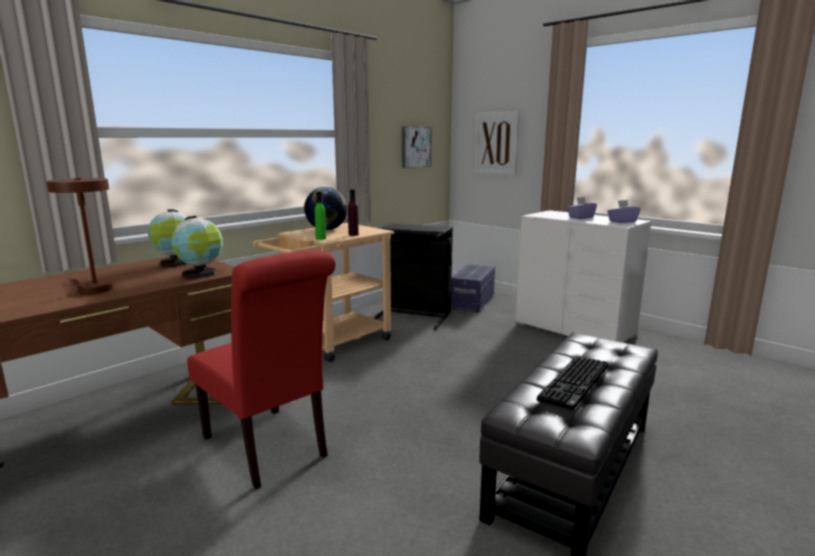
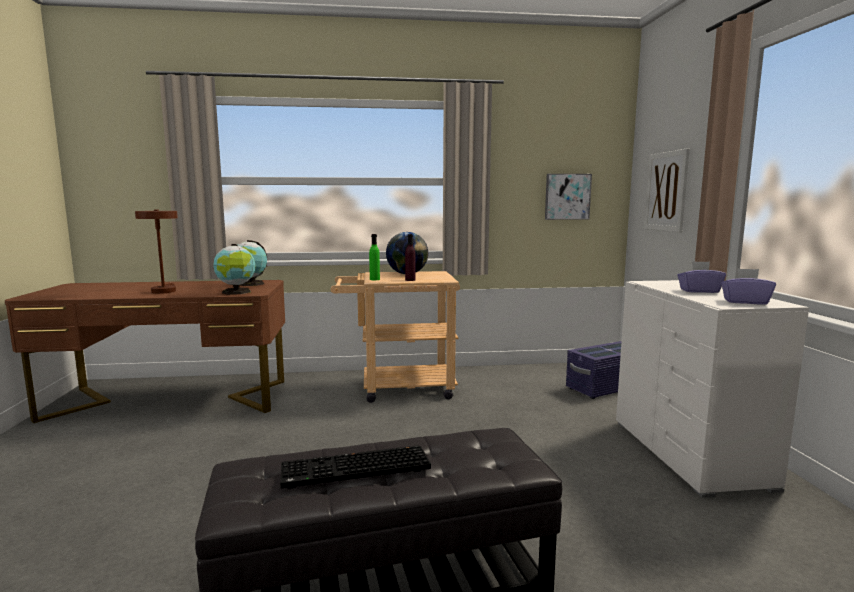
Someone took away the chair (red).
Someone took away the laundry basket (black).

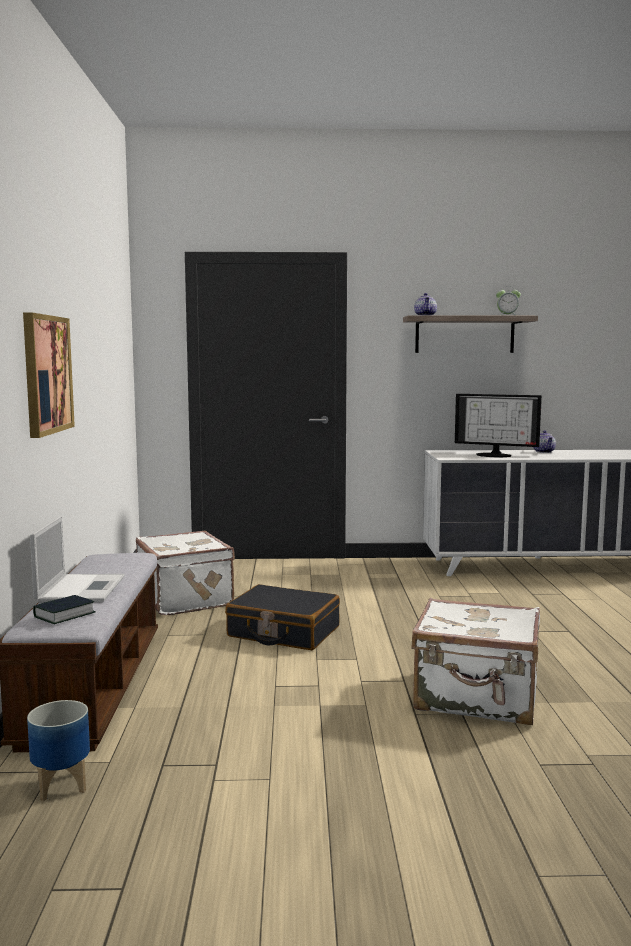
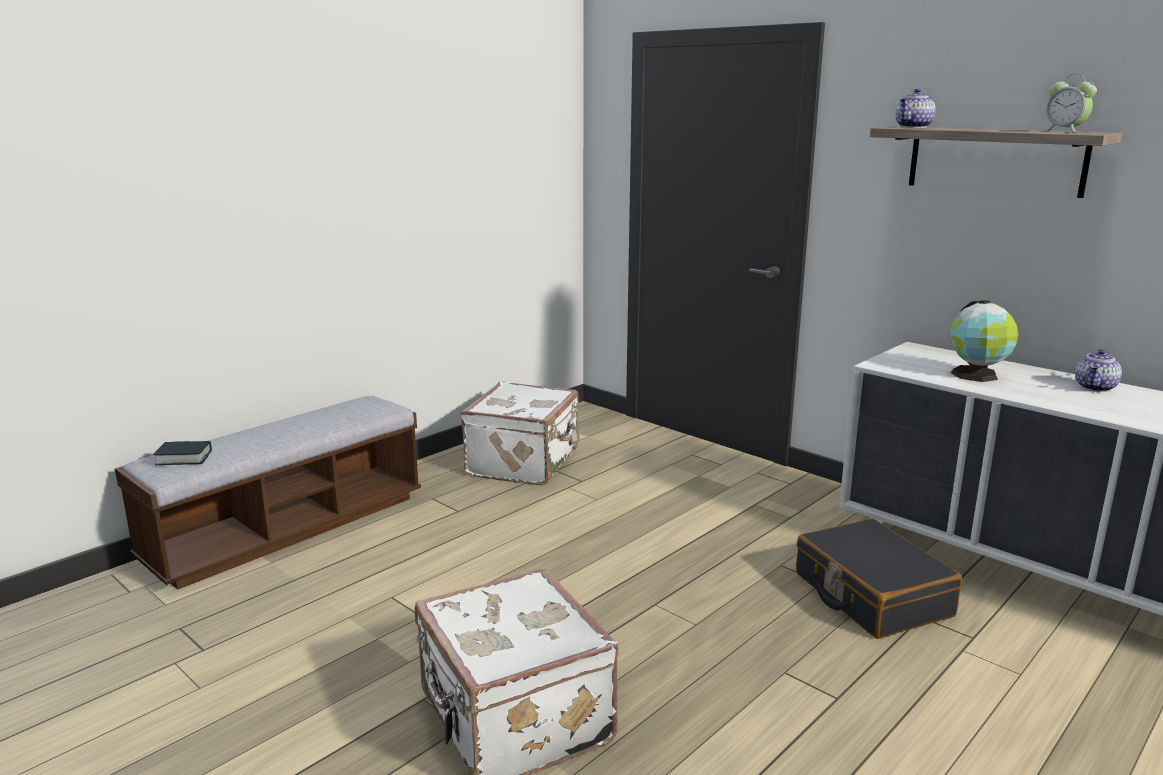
Someone took away the picture.
Someone took away the planter.
Someone took away the laptop.
Someone carried the suitcase (black).
Someone swapped the monitor for the globe.

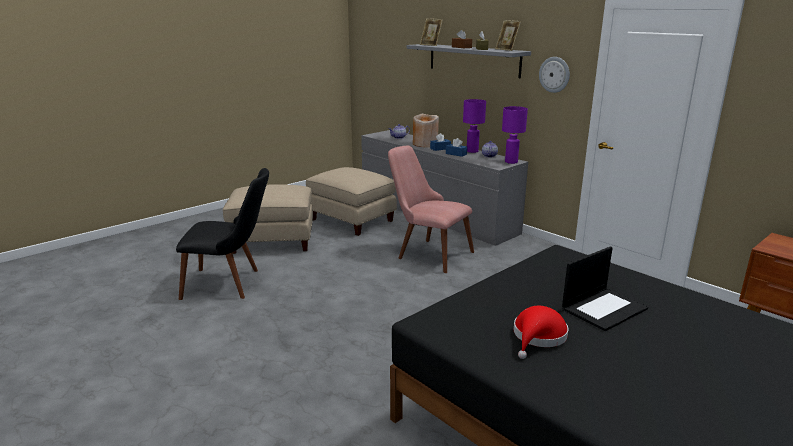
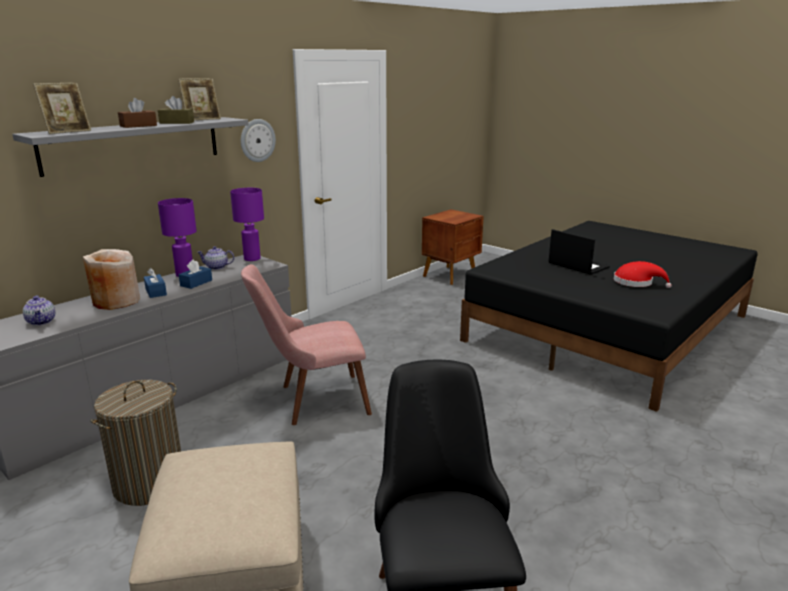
Someone swapped the ottoman (beige) (no. 2 from left) for the laundry basket.
Someone rotated the chair (pink) by 45 degrees clockwise.

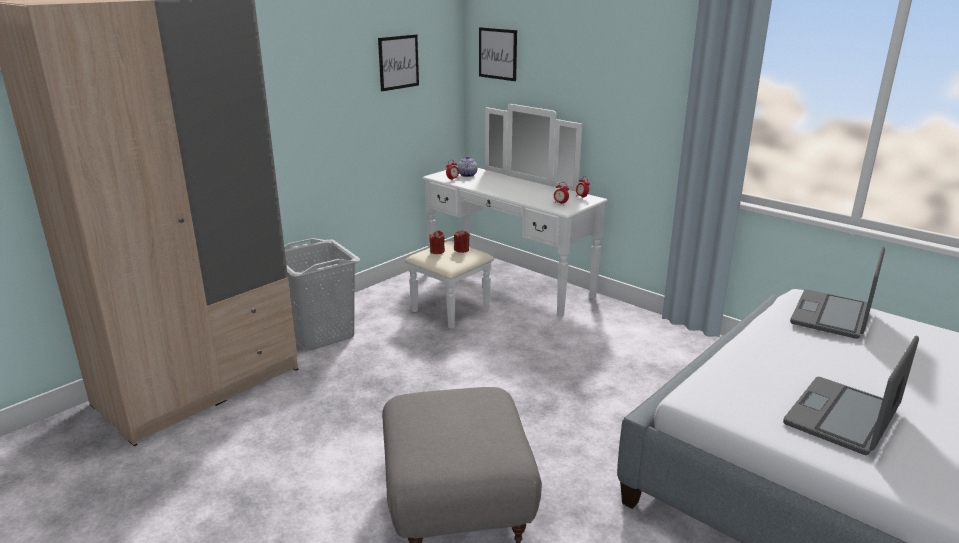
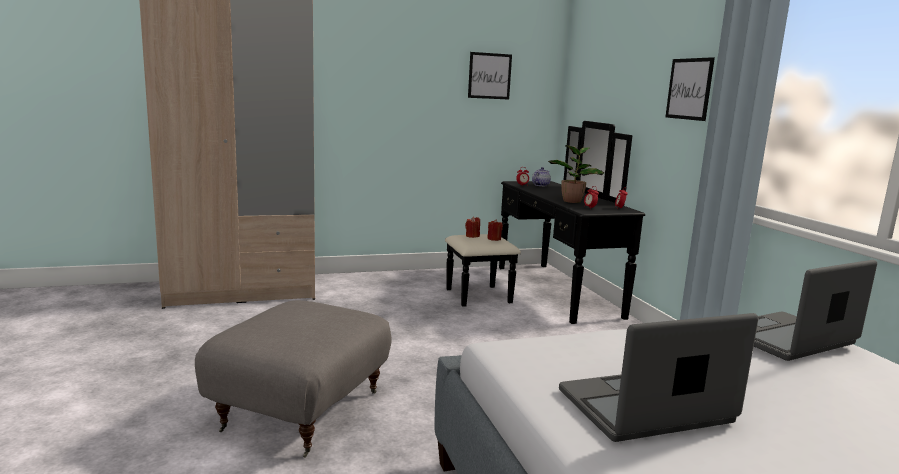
Someone took away the laundry basket (grey).
Someone put down the potted plant.
Someone carried the picture (no. 2 from left).
Someone repainted the dresser (white), which became the dresser (black).

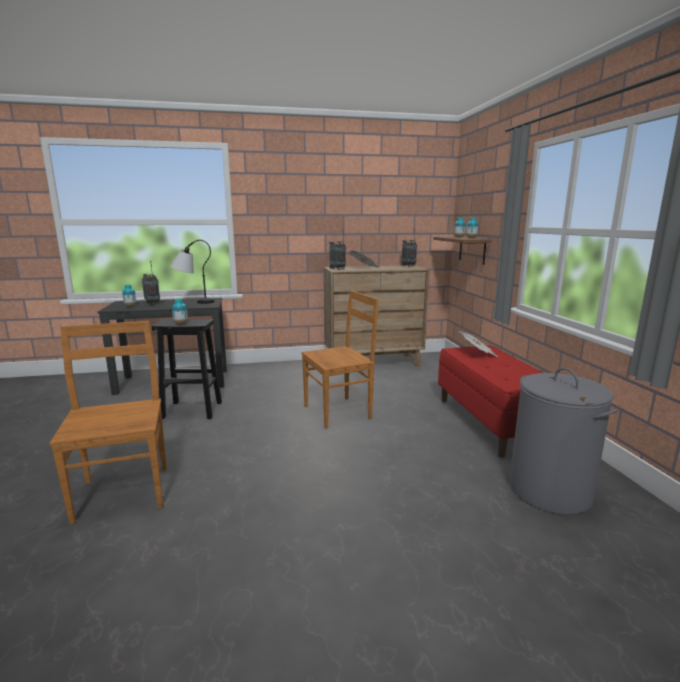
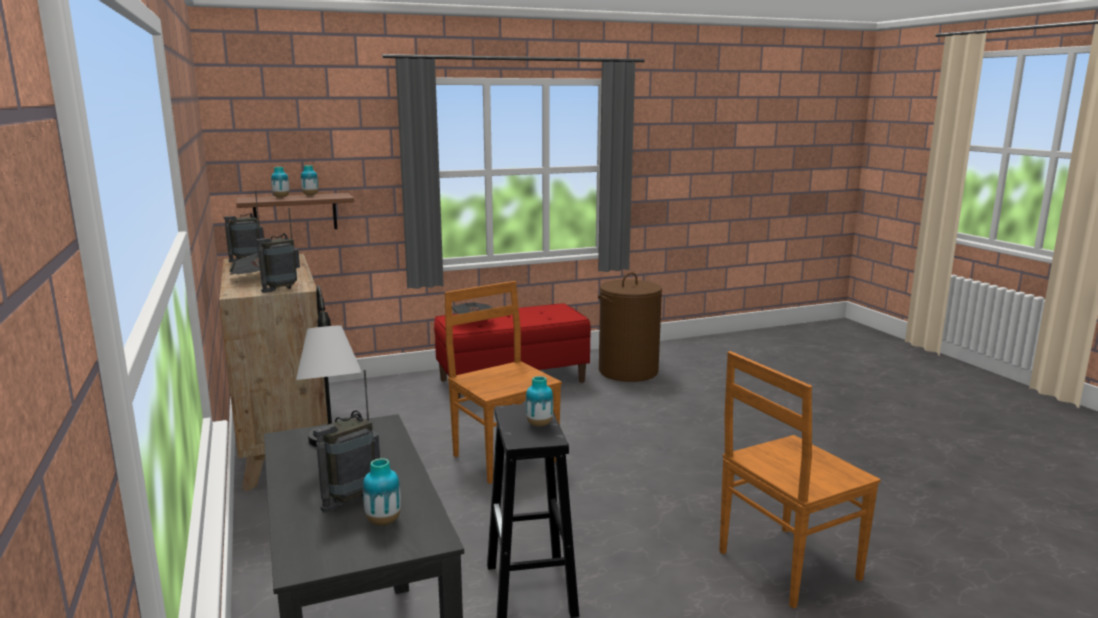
Someone repainted the laundry basket (grey), which became the laundry basket (brown).

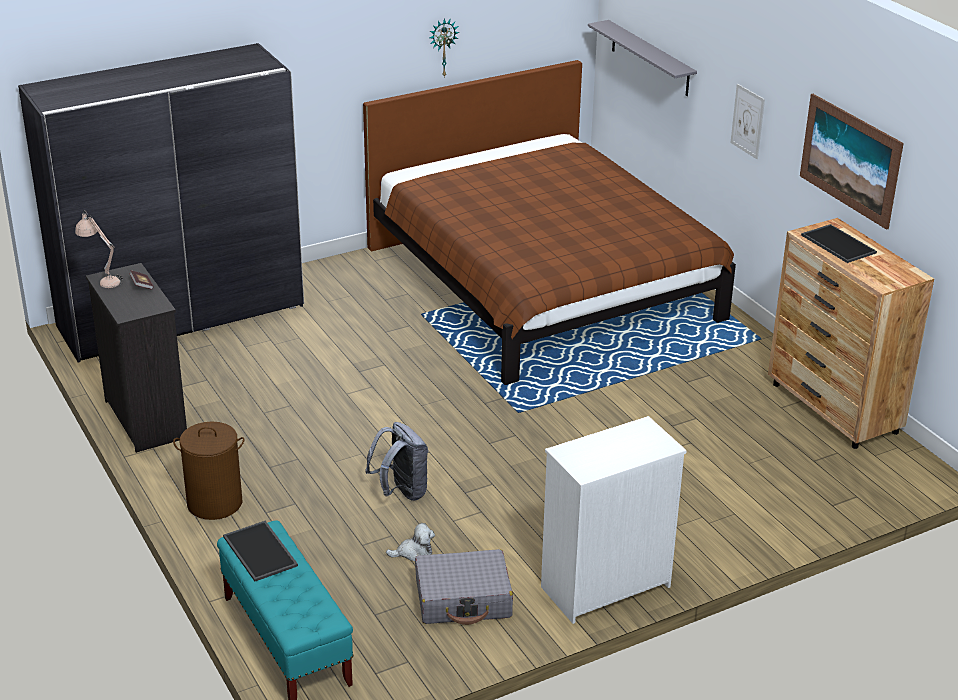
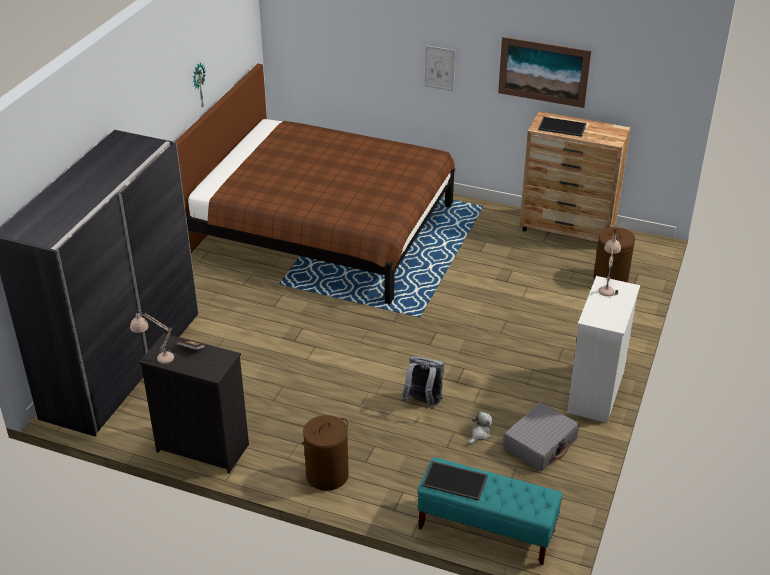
Someone took away the shelf (grey).
Someone put down the laundry basket (brown) (no. 2 from left).
Someone put down the table lamp (beige) (no. 2 from left).

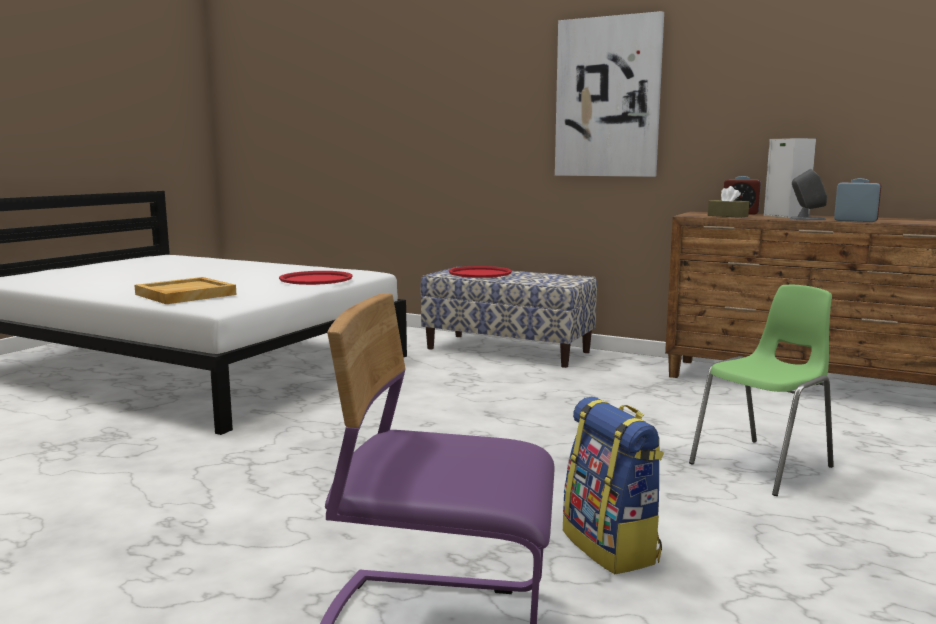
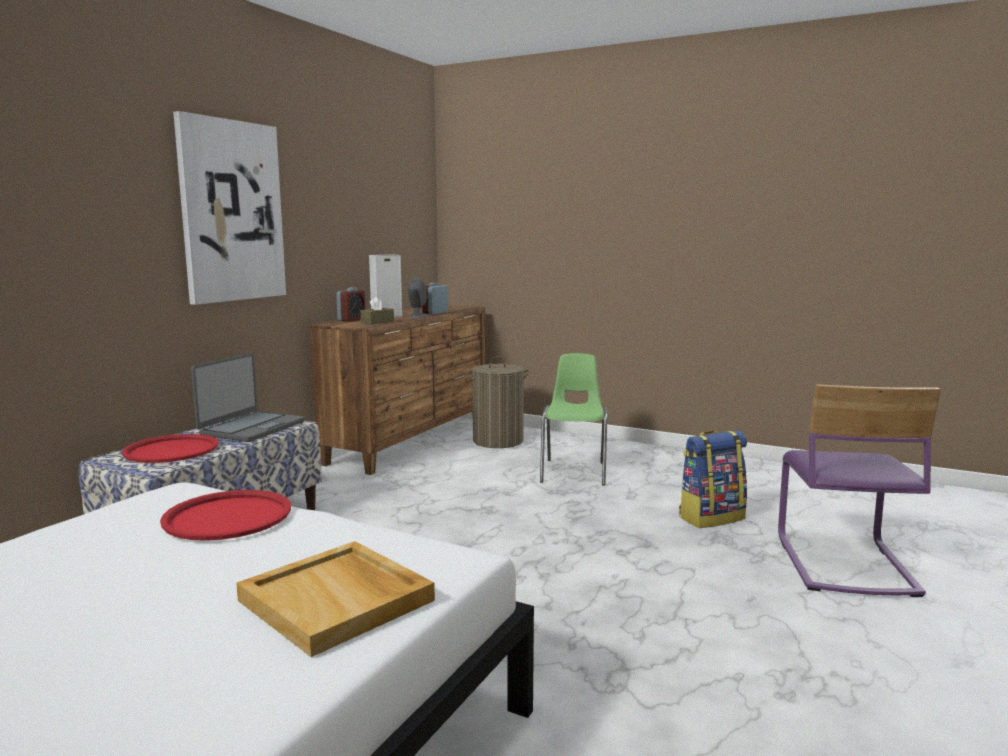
Someone put down the laptop.
Someone put down the laundry basket.
Someone rotated the chair (green) by 45 degrees clockwise.

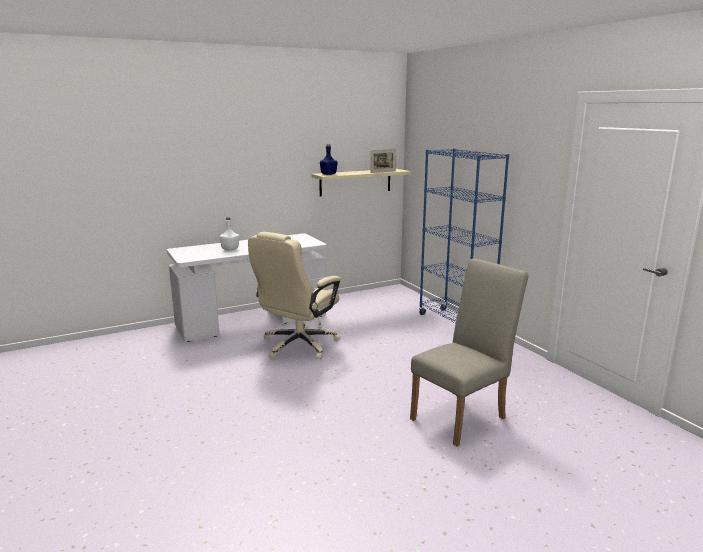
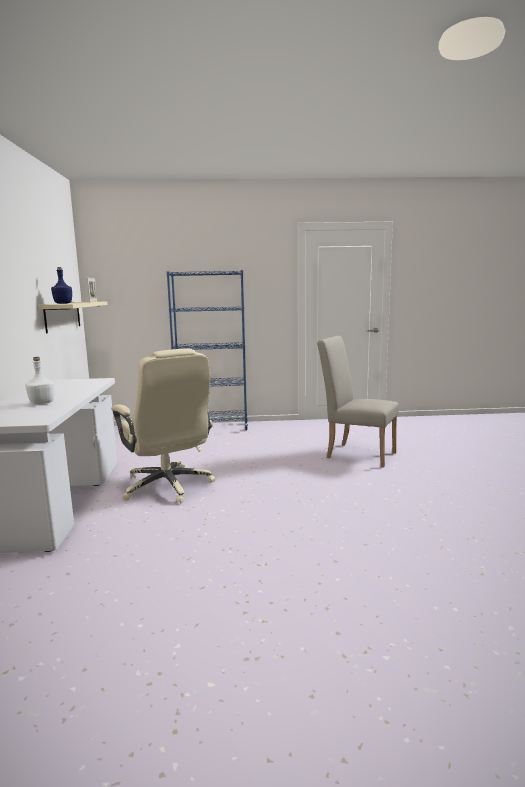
Someone rotated the chair (beige) by 45 degrees counterclockwise.

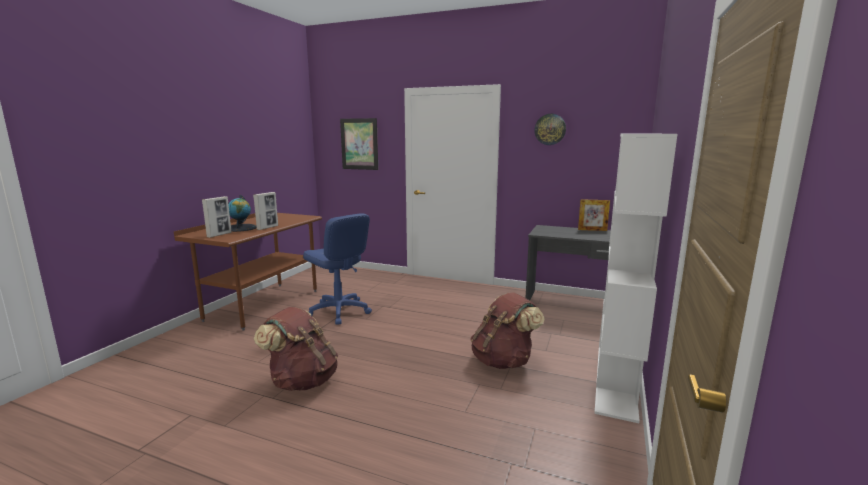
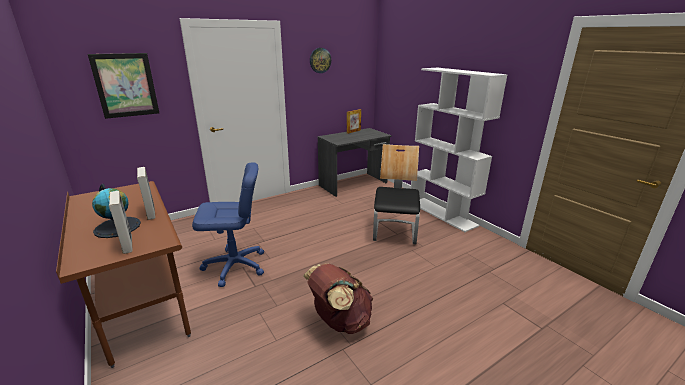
Someone swapped the backpack (brown) (no. 2 from left) for the chair.

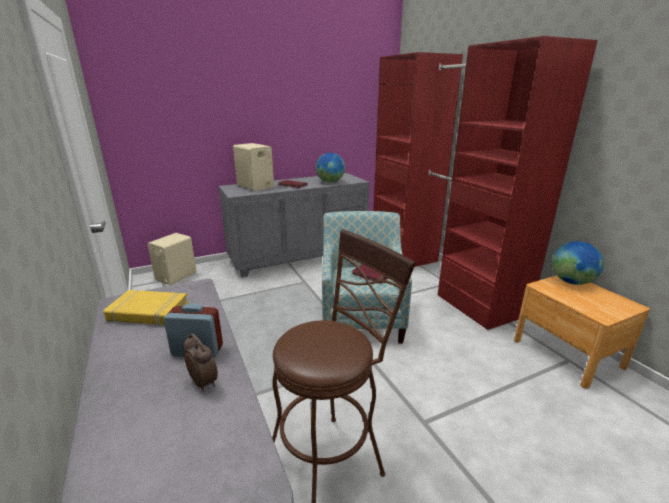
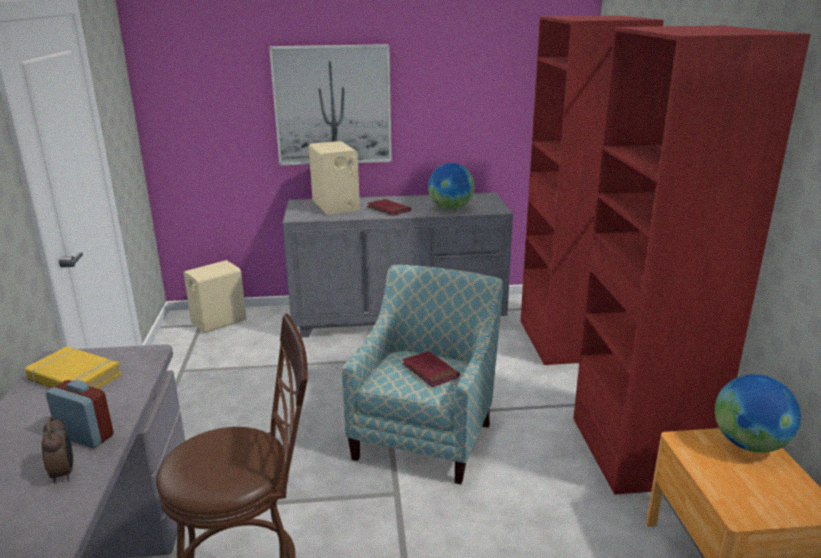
Someone put up the picture.

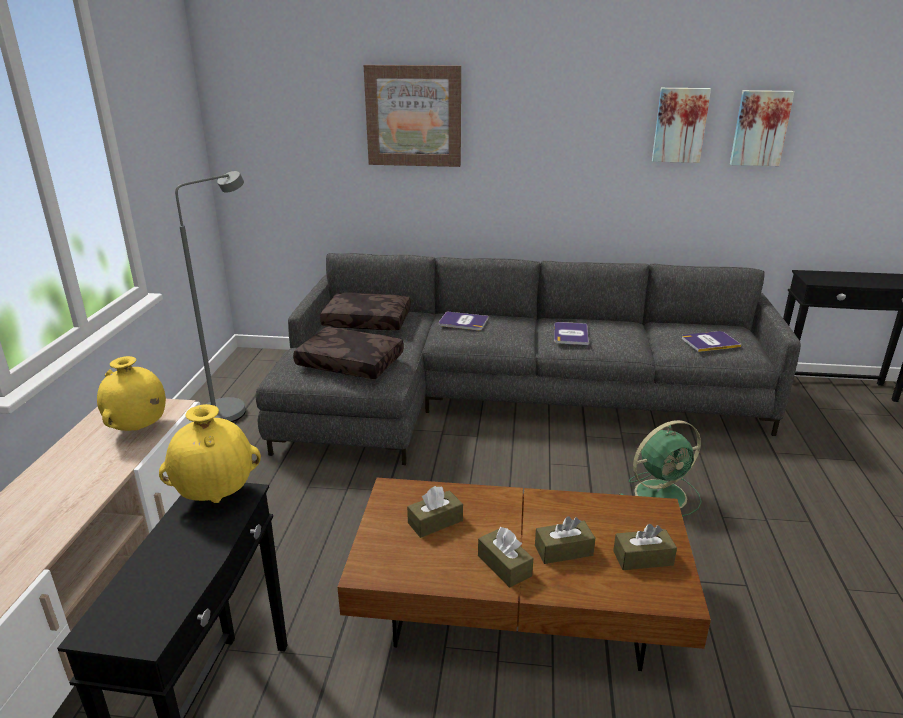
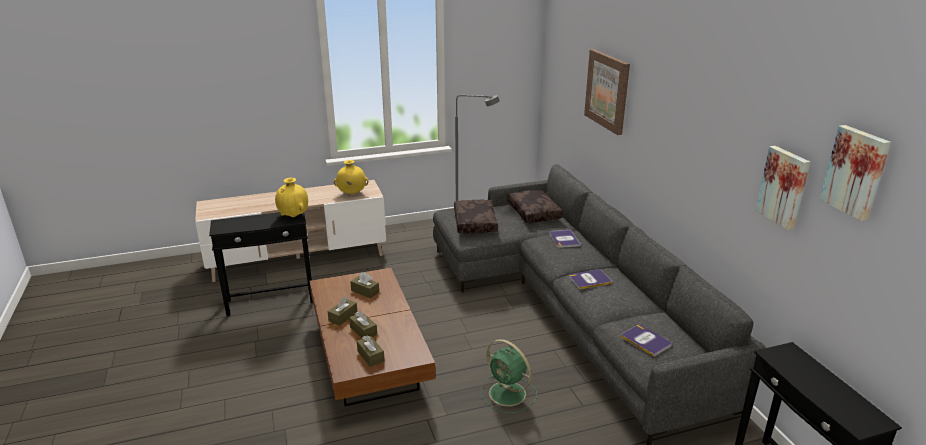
Someone carried the picture (no. 2 from left in the first image).

